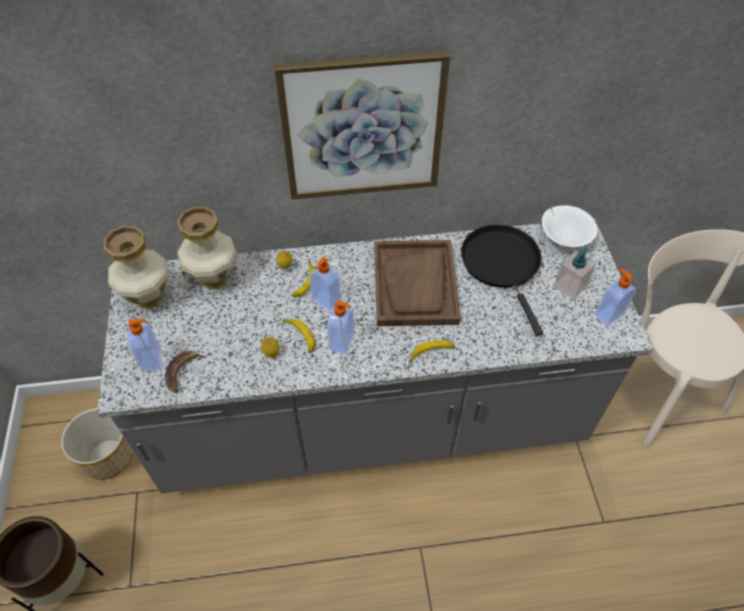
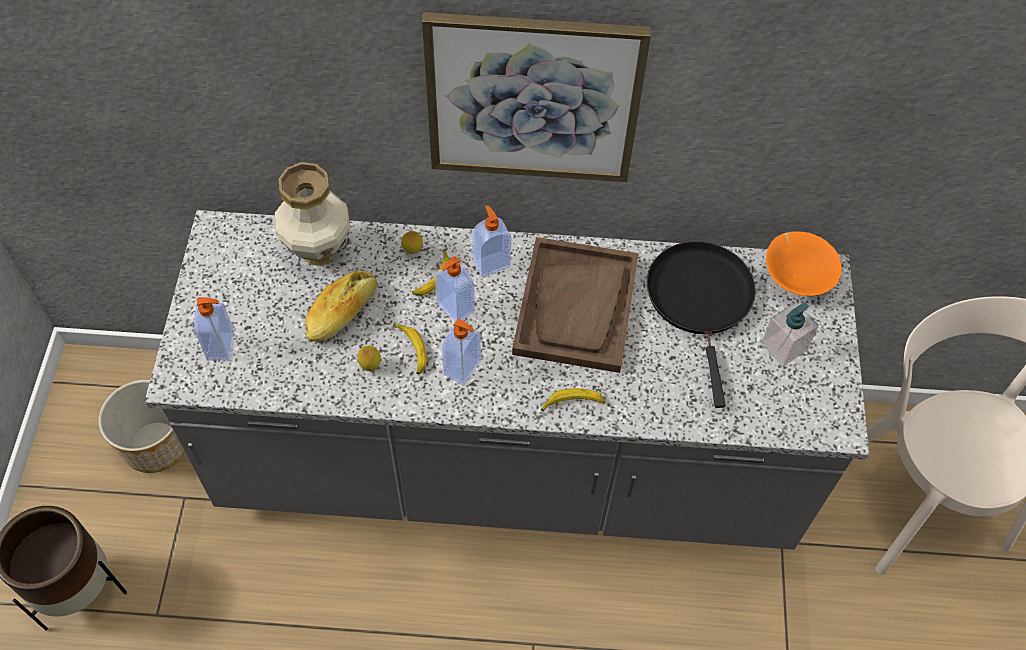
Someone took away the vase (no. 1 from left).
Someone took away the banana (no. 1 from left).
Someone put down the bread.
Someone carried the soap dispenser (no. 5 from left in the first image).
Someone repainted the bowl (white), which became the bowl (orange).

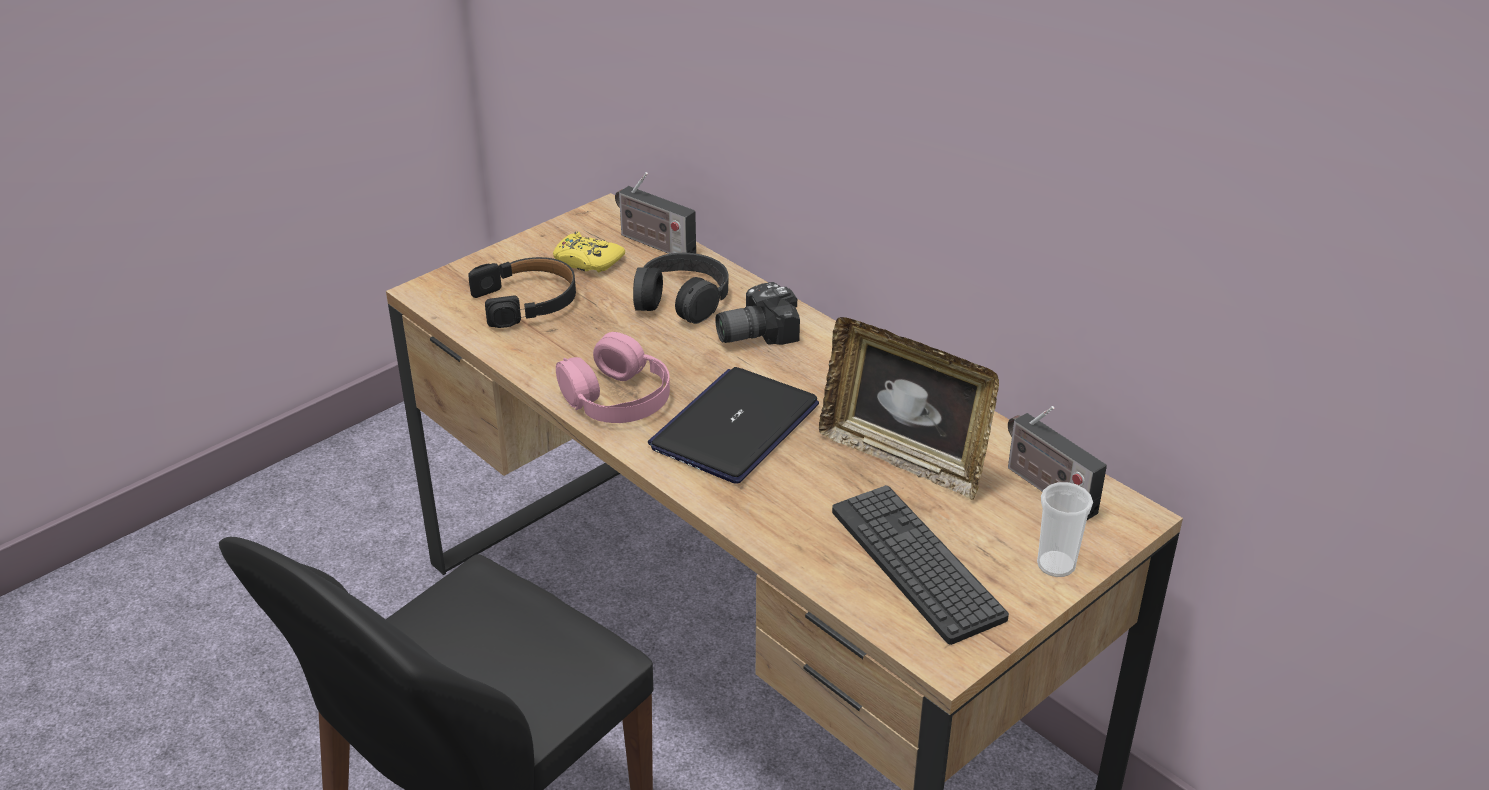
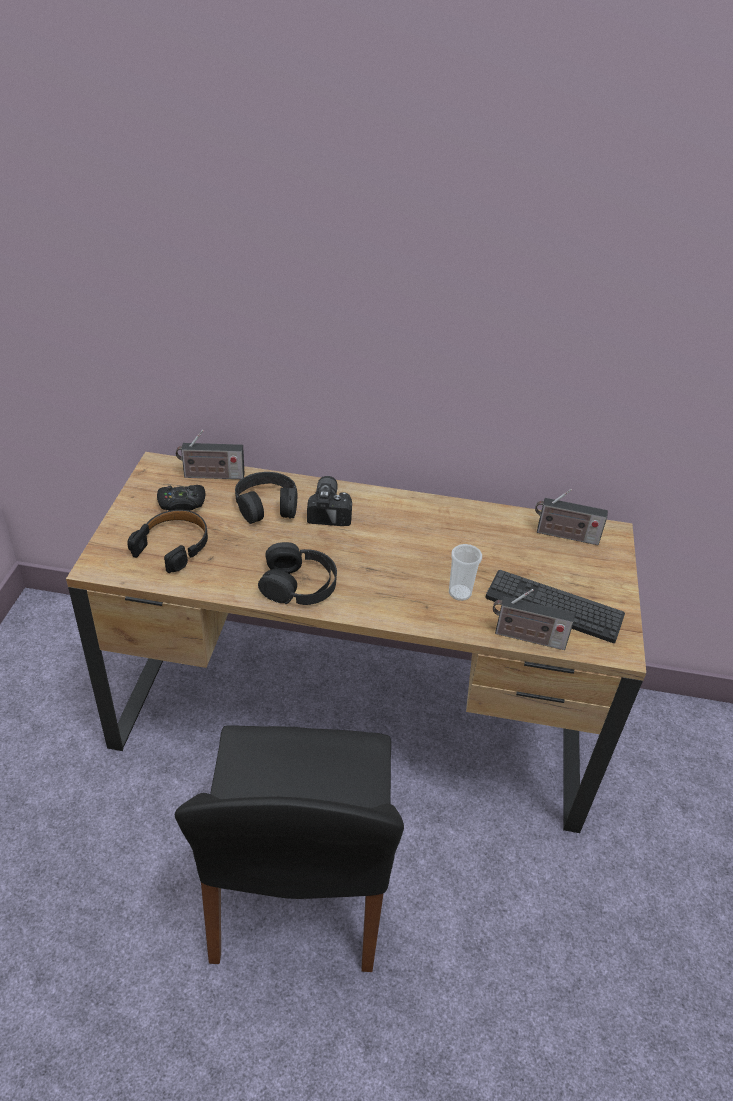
Someone took away the laptop.
Someone took away the picture frame.
Someone put down the radio (no. 2 from left).
Someone carried the cup.
Someone repainted the game controller (yellow), which became the game controller (black).
Someone repainted the headphones (pink), which became the headphones (black) (no. 3 from left).
Someone rotated the photo camera by 150 degrees clockwise.

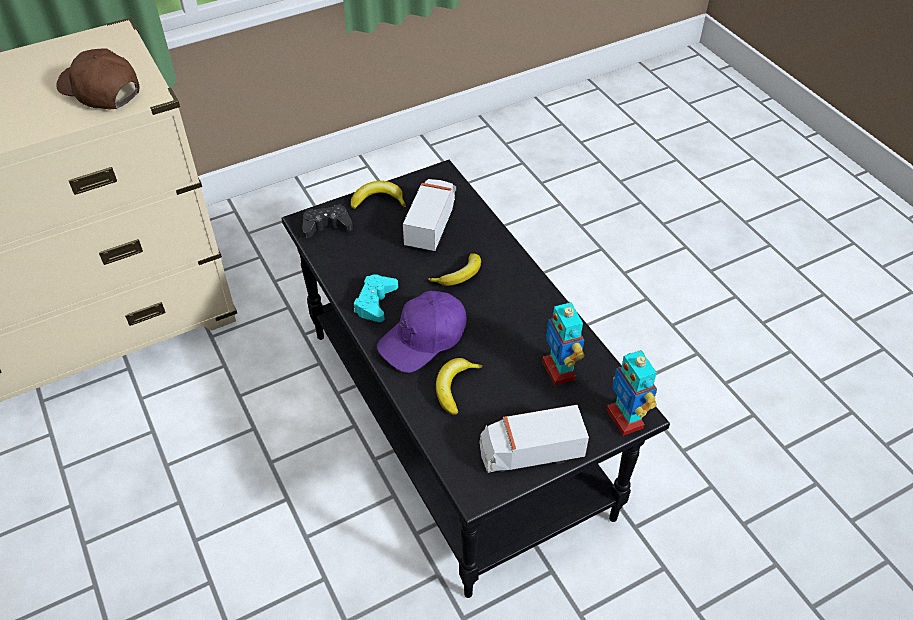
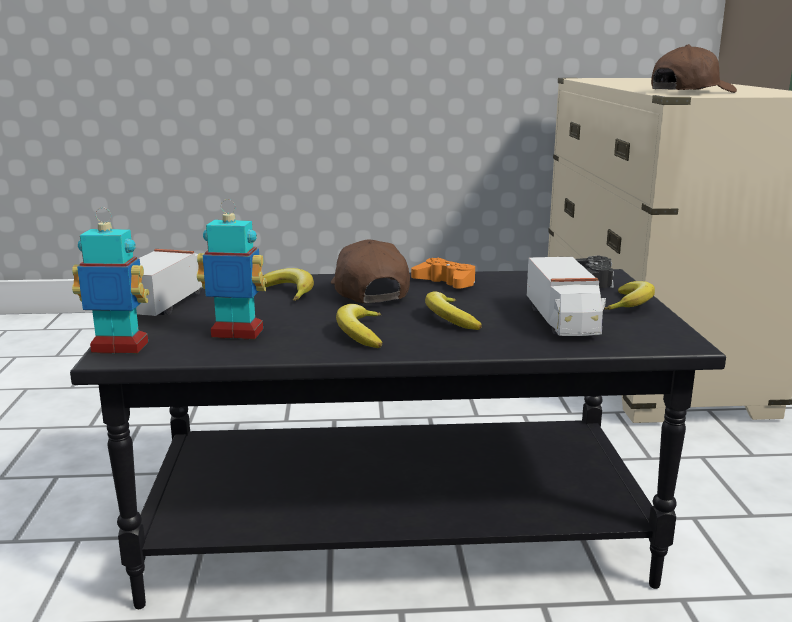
Someone put down the banana (no. 2 from left).
Someone repainted the game controller (turquoise), which became the game controller (orange).
Someone repainted the cap (purple), which became the cap (brown) (no. 1 from left).
Someone rotated the toy truck (no. 1 from left in the first image) by 45 degrees clockwise.

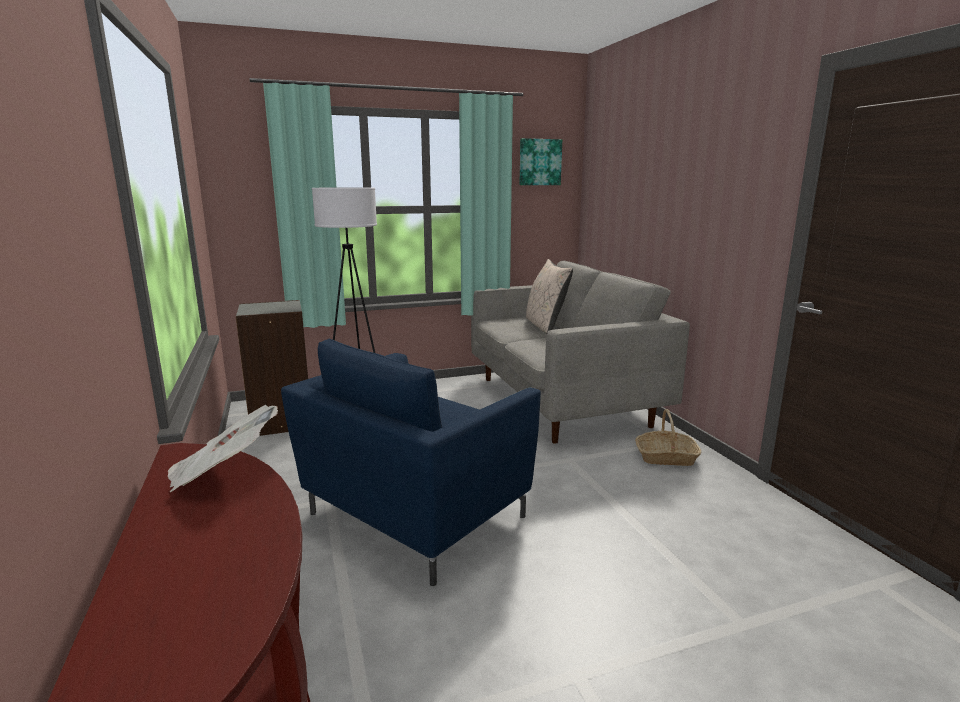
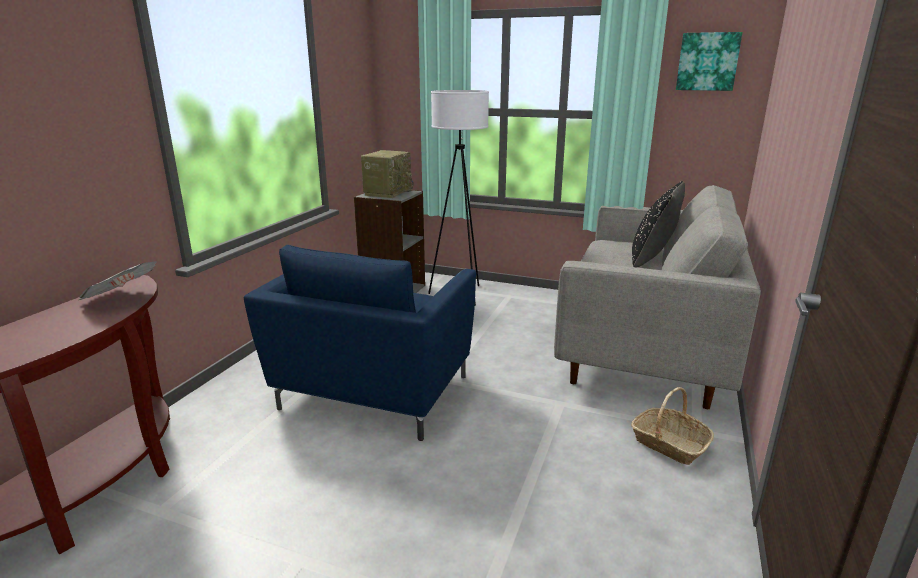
Someone put down the radio.
Someone repainted the pillow (beige), which became the pillow (black).
Someone rotated the armchair (blue) by 60 degrees counterclockwise.

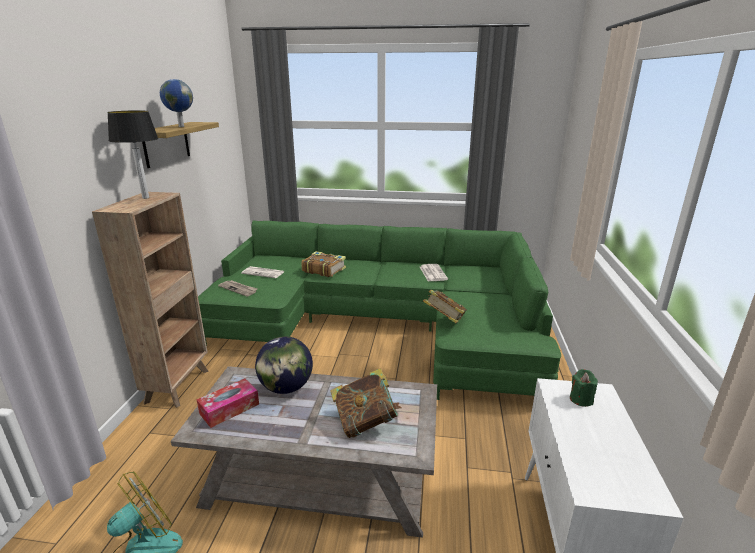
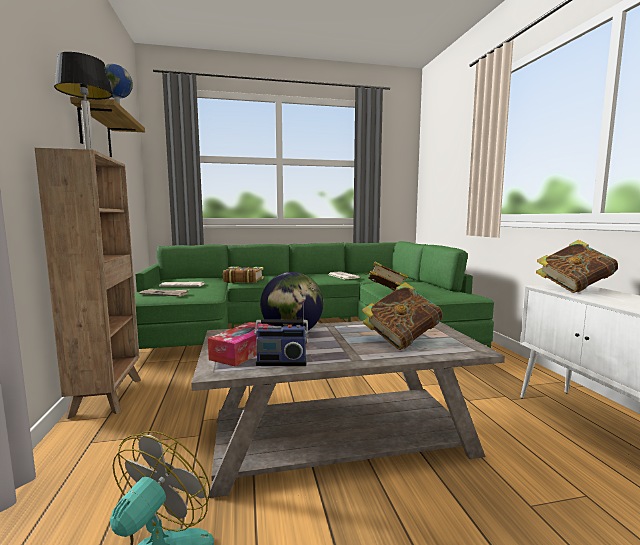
Someone put down the radio.
Someone swapped the candle (green) for the book (no. 4 from left).

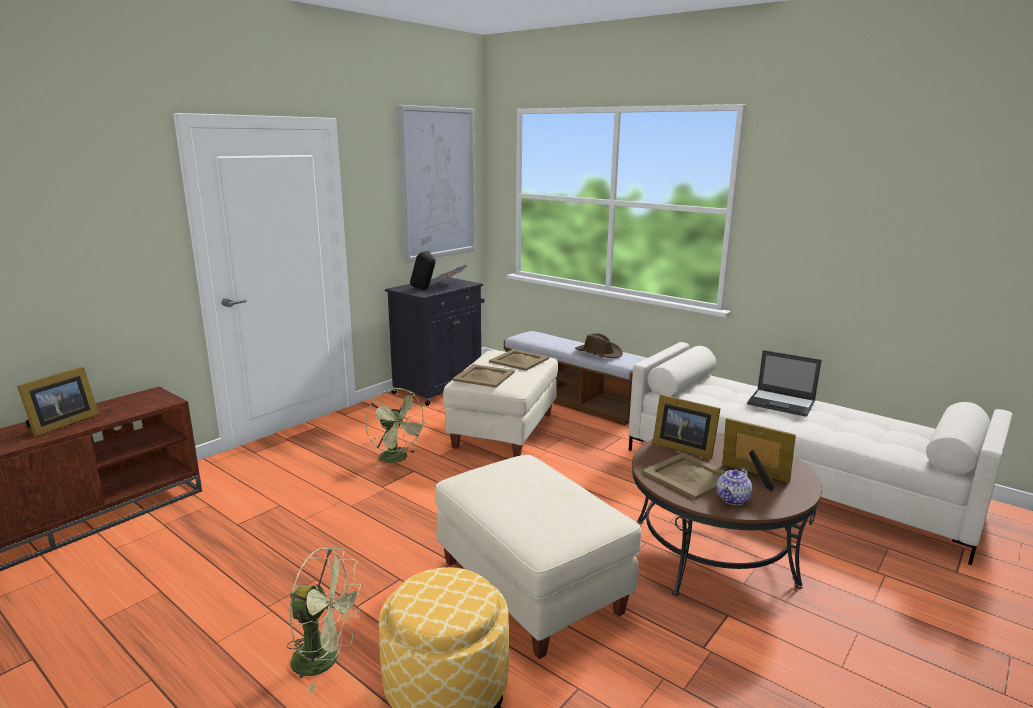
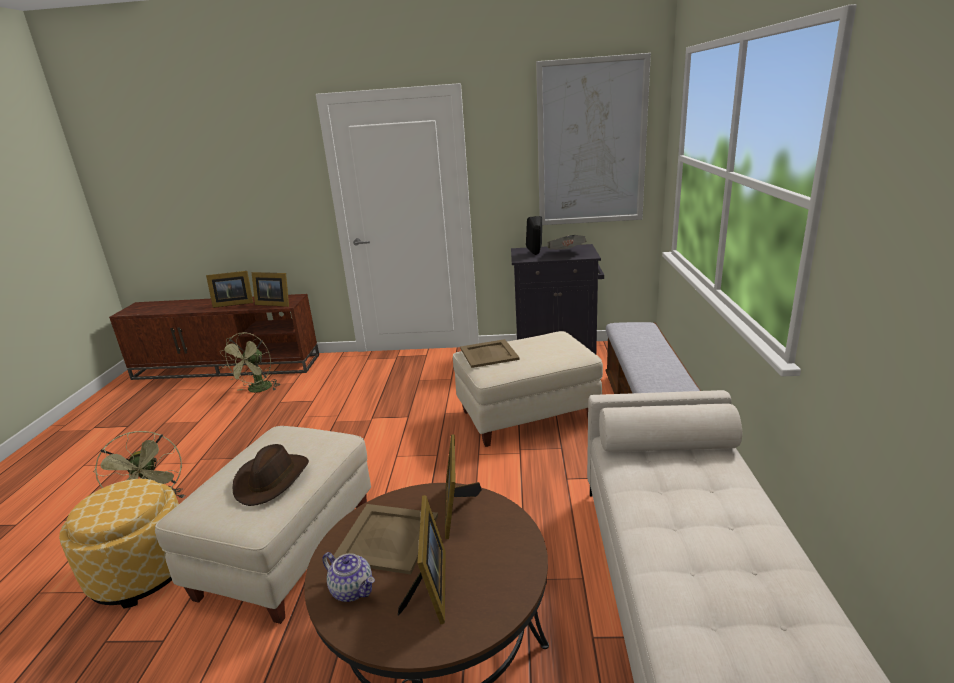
Someone took away the tray (beige) (no. 2 from left).
Someone took away the laptop.
Someone put down the picture frame (no. 2 from left).
Someone carried the fan (green) (no. 2 from left).
Someone carried the hat (brown).
Someone rotated the teapot by 150 degrees counterclockwise.

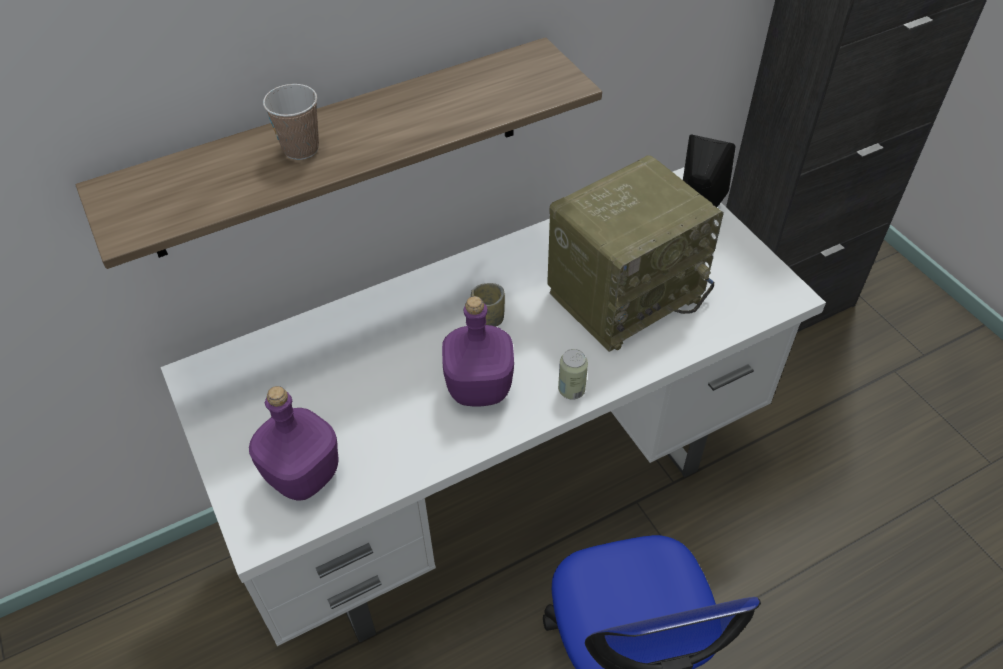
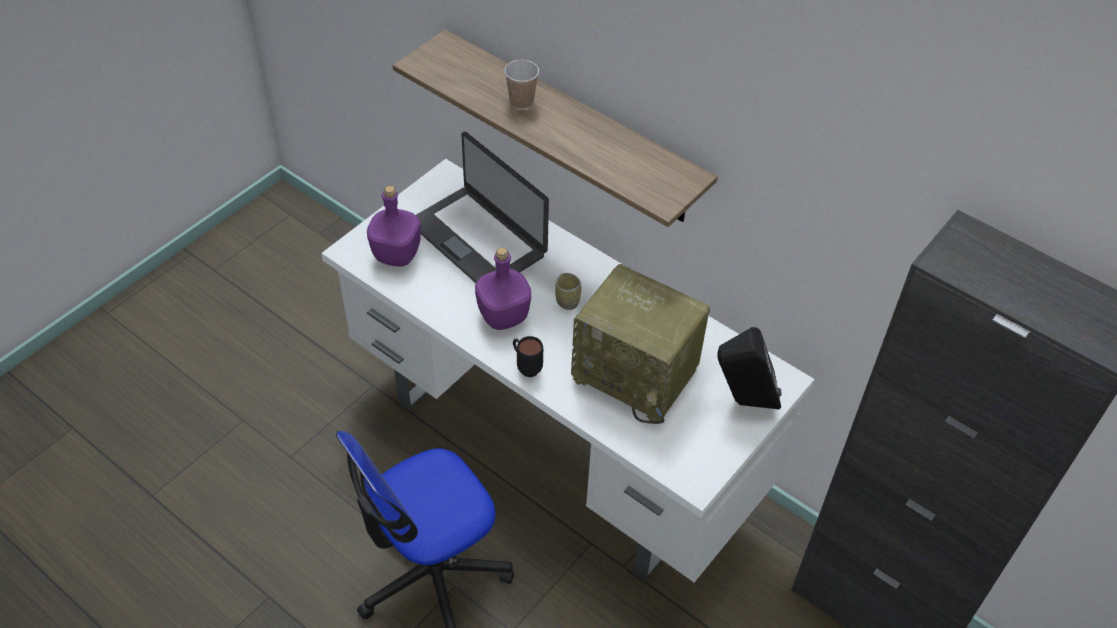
Someone put down the laptop.
Someone swapped the can for the mug (black).

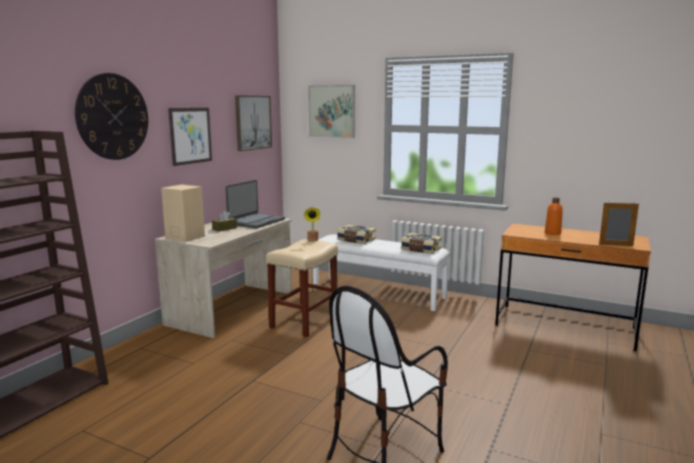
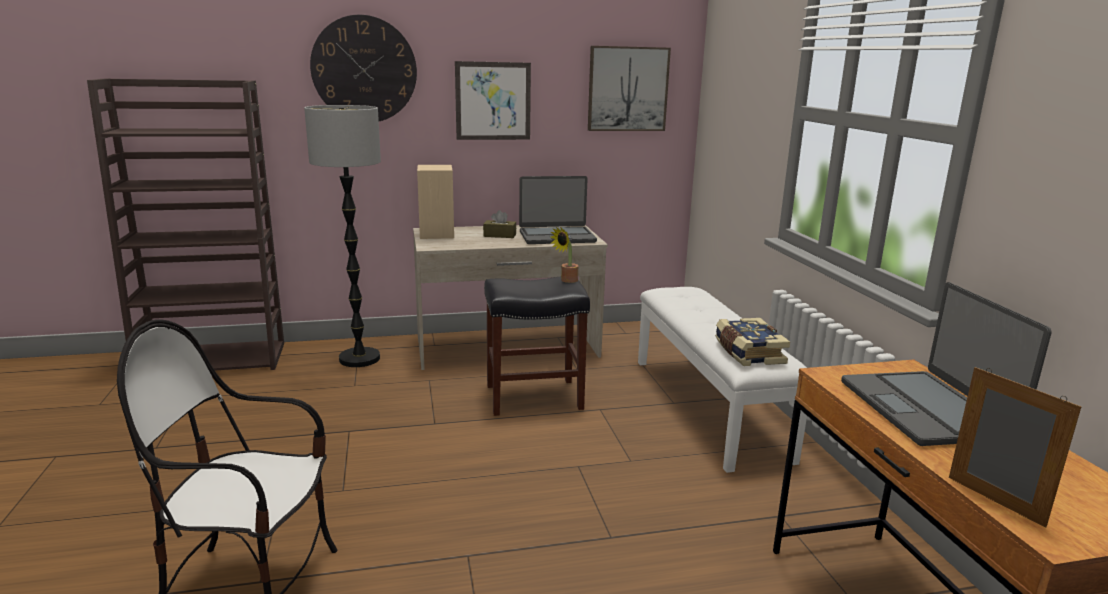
Someone took away the picture (no. 3 from left).
Someone took away the book (no. 1 from left).
Someone put down the floor lamp.
Someone swapped the bottle (orange) for the laptop (no. 2 from left).
Someone repainted the stool (beige), which became the stool (black).

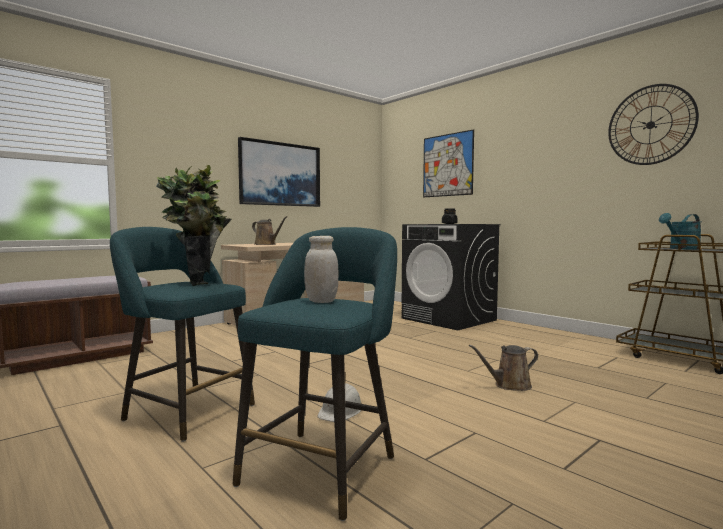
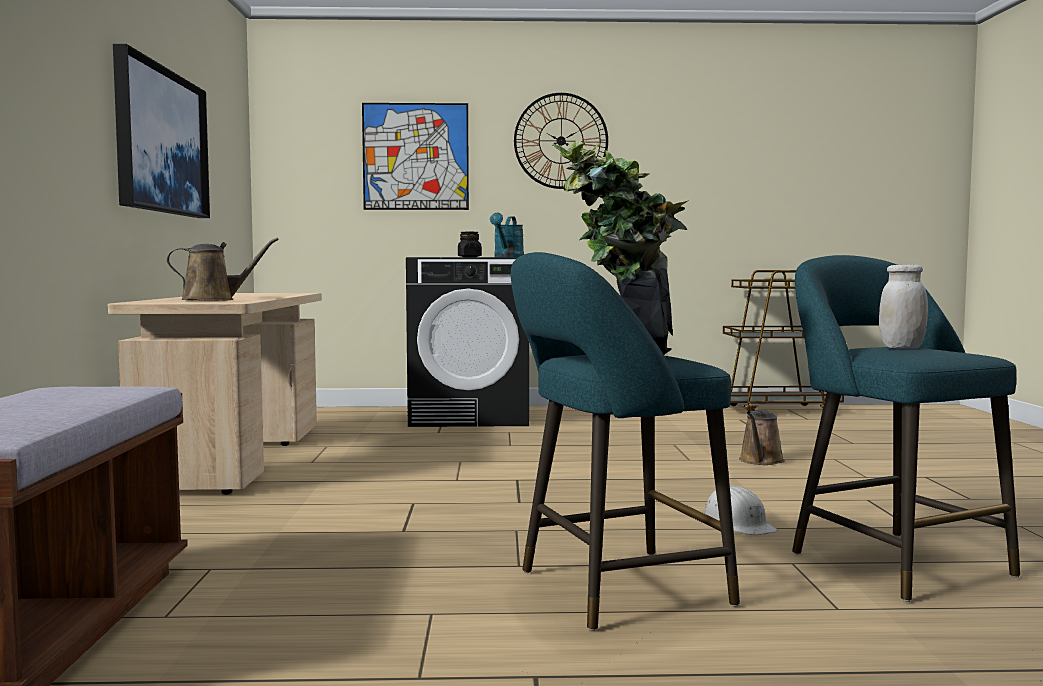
Someone carried the wall clock.
Someone carried the watering can (turquoise).

